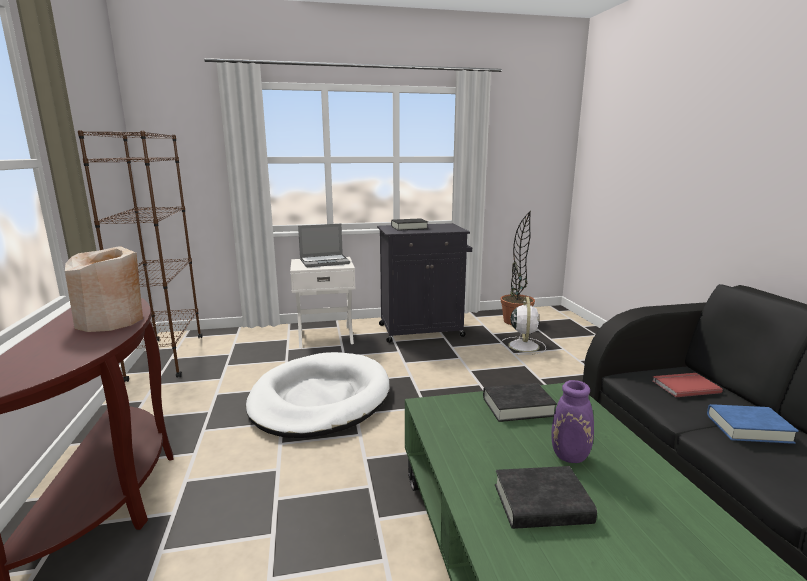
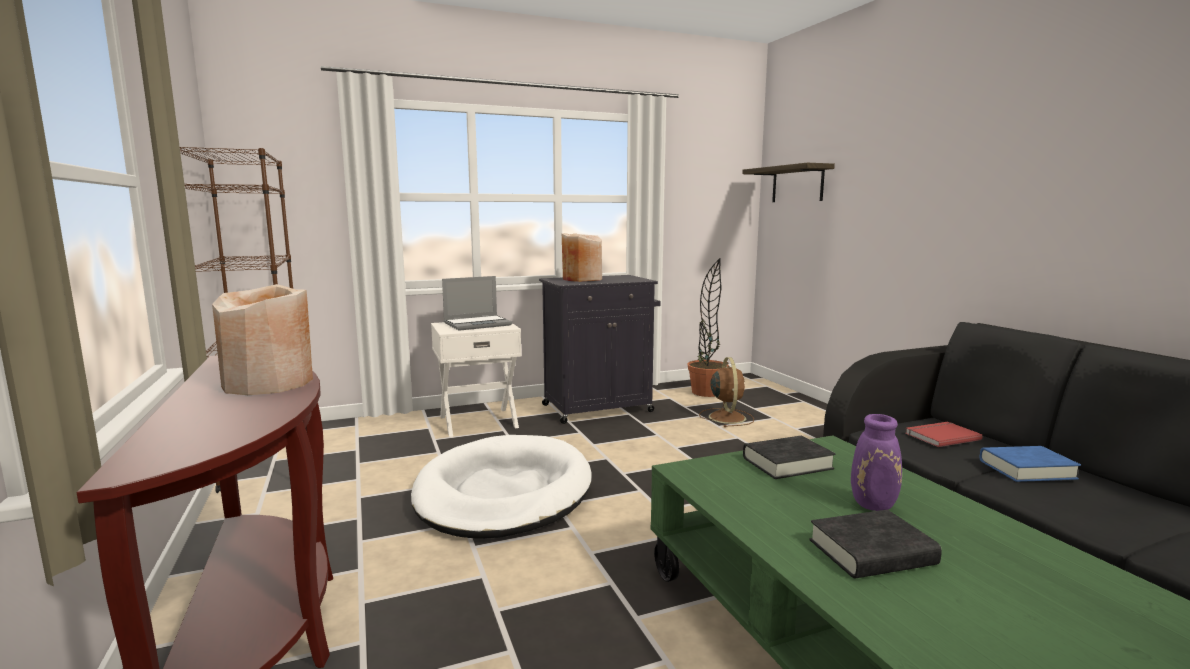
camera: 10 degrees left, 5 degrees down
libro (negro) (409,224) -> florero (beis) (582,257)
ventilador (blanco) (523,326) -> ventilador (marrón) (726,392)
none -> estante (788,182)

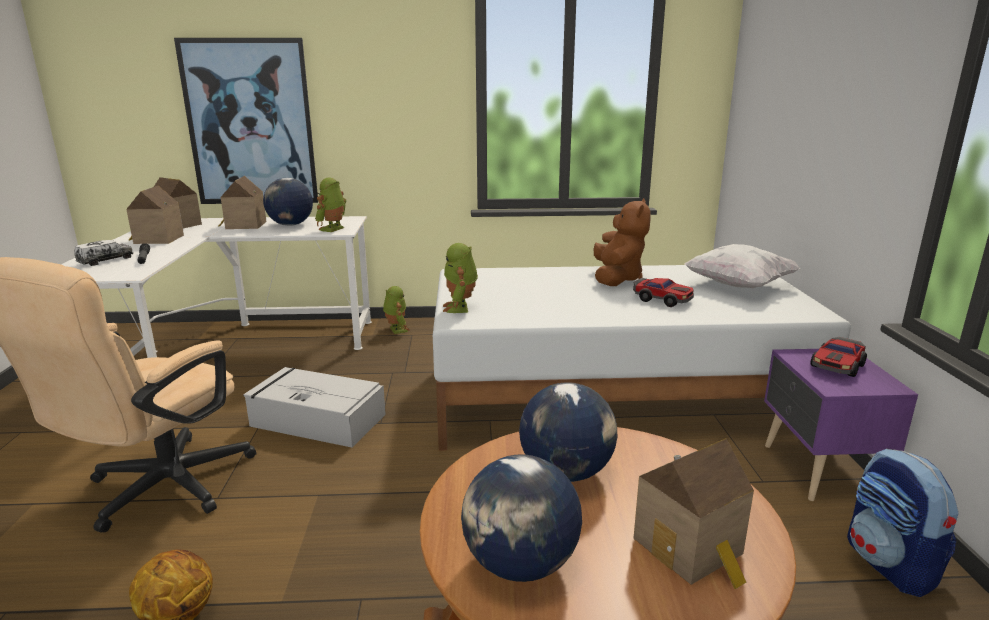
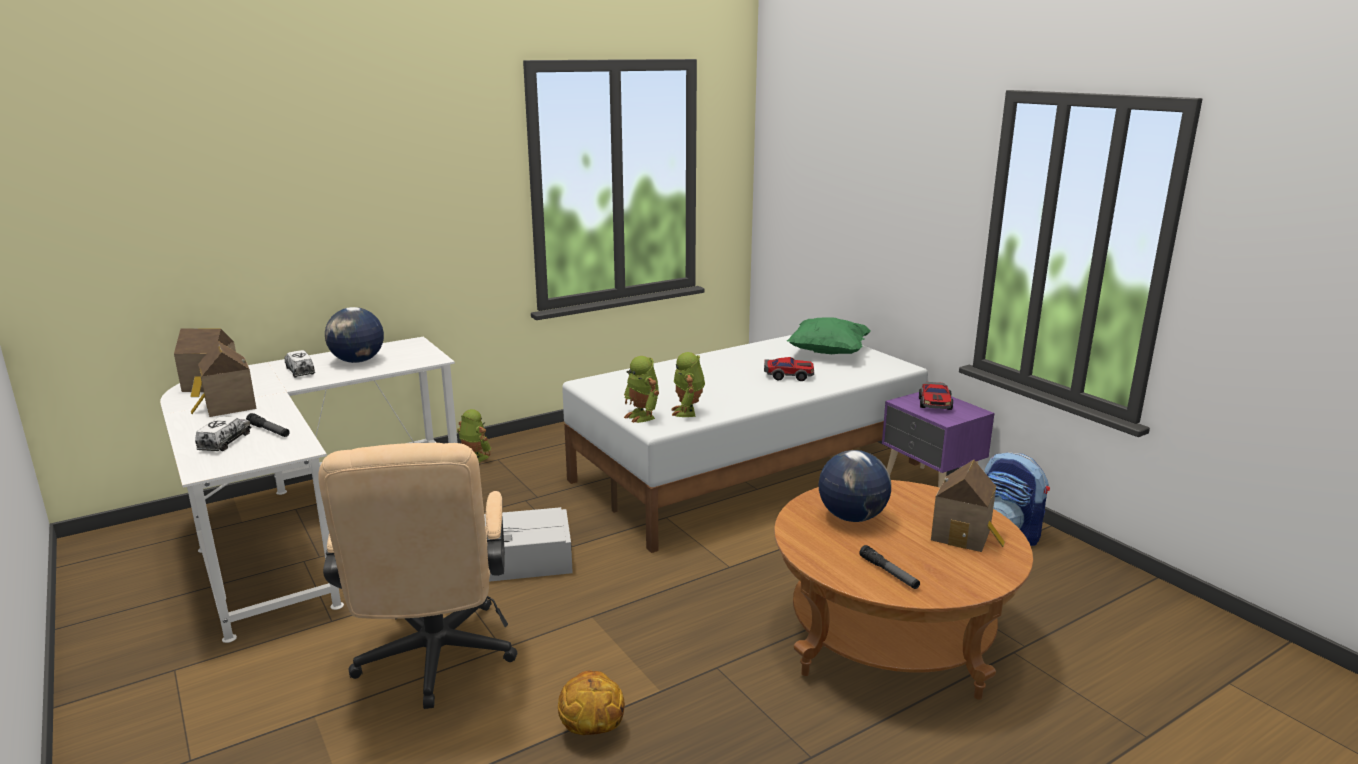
camera: 30 degrees left, 0 degrees up
cuadro (246,121) -> none
casita (243,202) -> camión de juguete (299,364)
robot de juguete (330,205) -> robot de juguete (688,384), move
peluche (marrón) (622,242) -> none
cojín (blanco) (742,266) -> cojín (verde) (829,336)
globo terráqueo (521,518) -> linterna (889,567)

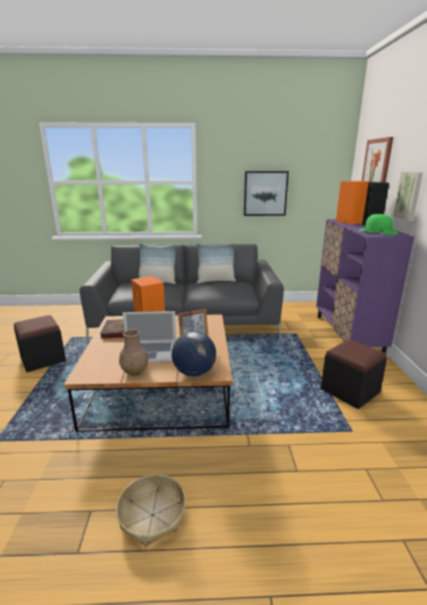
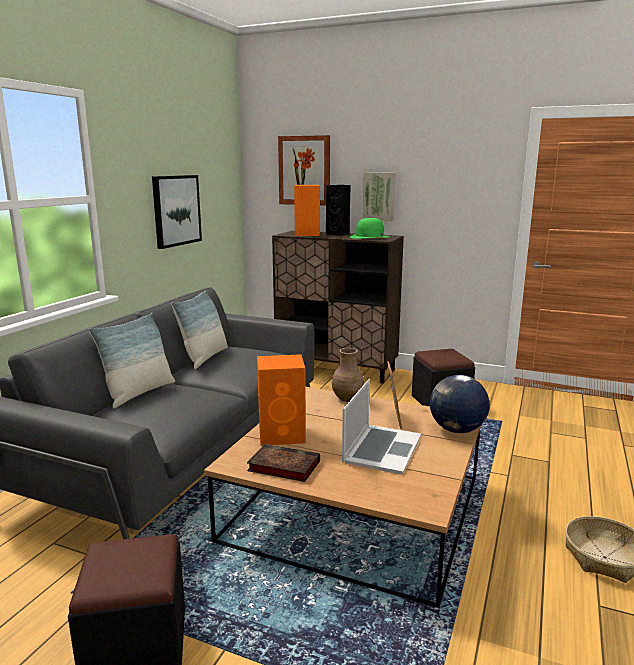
camera: 65 degrees left, 5 degrees down
armario (morado) (365,286) -> armario (marrón) (338,307)
florero (marrón) (133,352) -> florero (marrón) (348,375), move

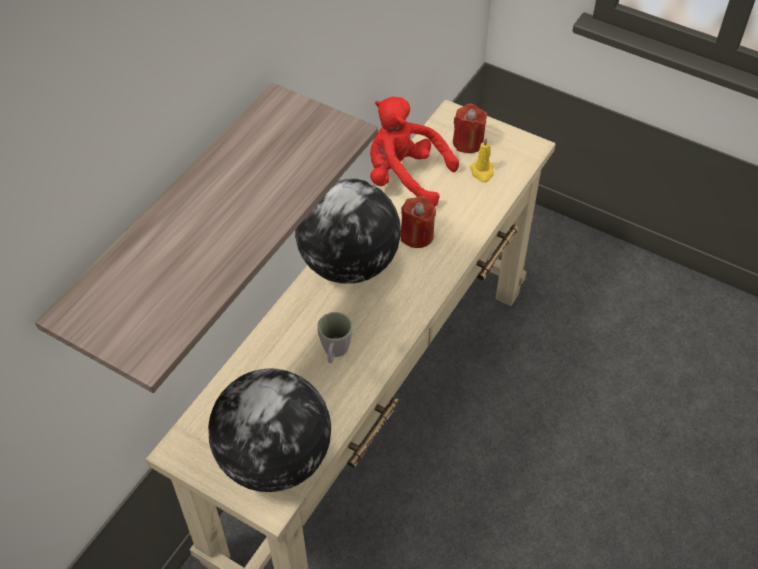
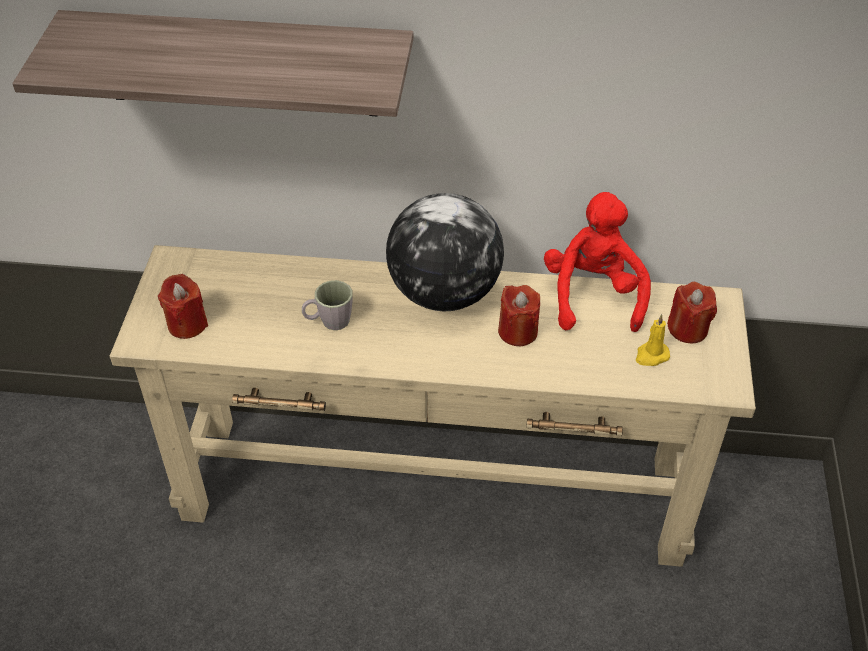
camera: 65 degrees right, 5 degrees down
globo terráqueo (269,430) -> vela (rojo) (183,306)

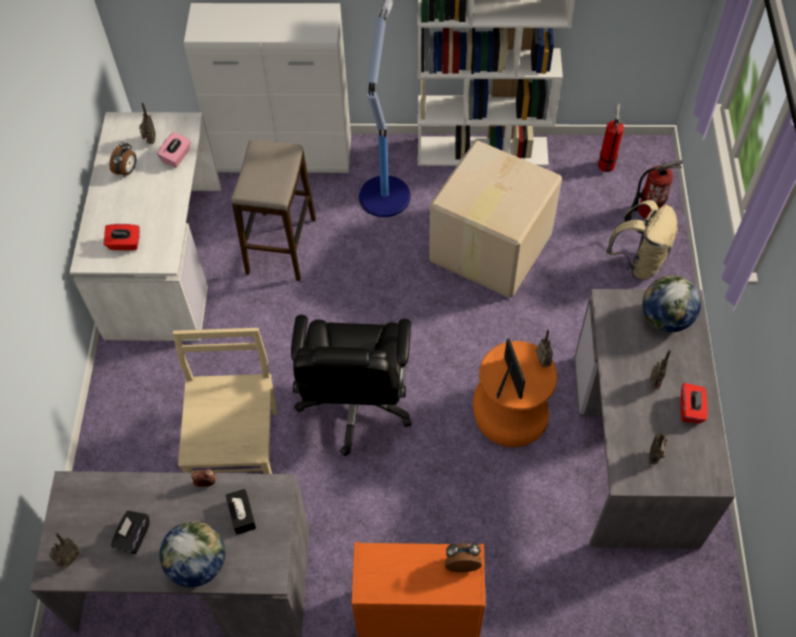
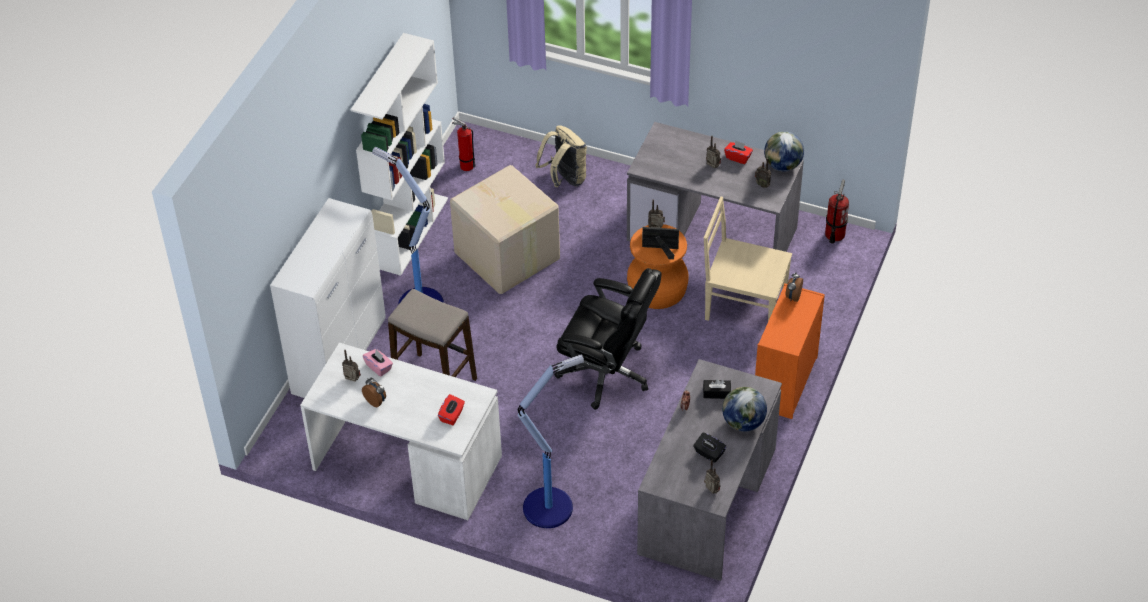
camera: 70 degrees left, 10 degrees down
extintor (657,189) -> extintor (837,211), move
globo terráqueo (671,303) -> globo terráqueo (784,151), move
silla (beis) (225,401) -> silla (beis) (748,259), move
none -> lámpara de pie (551,441)

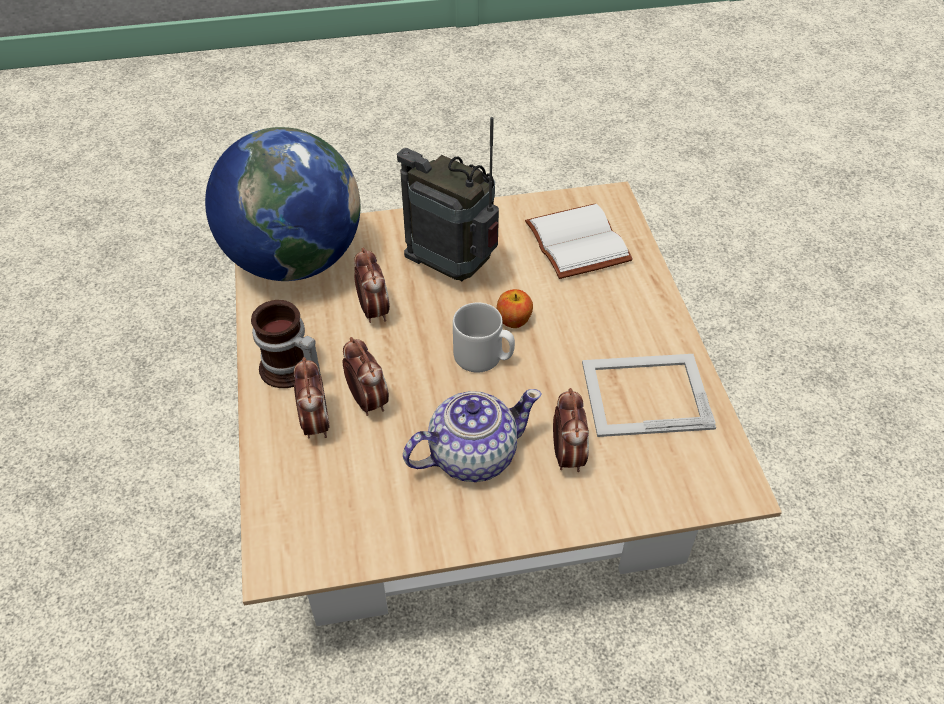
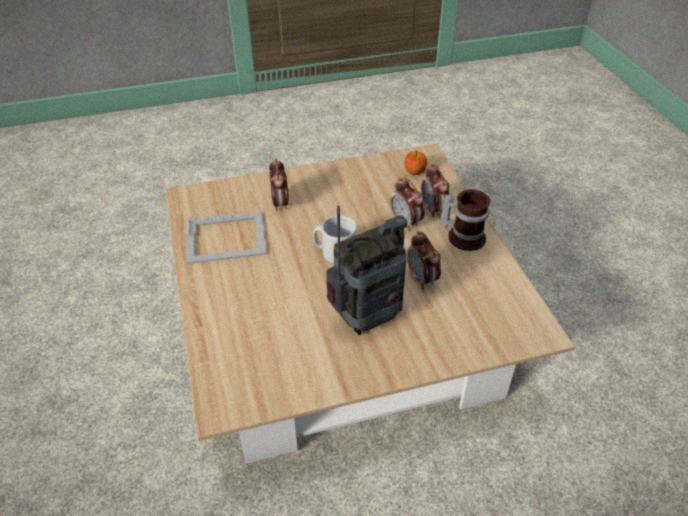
camera: 175 degrees right, 5 degrees down
radio (448,199) -> radio (367,270), 60 degrees counterclockwise
globo terráqueo (282,204) -> none
libro (blanco) (579,241) -> none
manzana (515,308) -> manzana (416,162), move
tetera (472,435) -> none

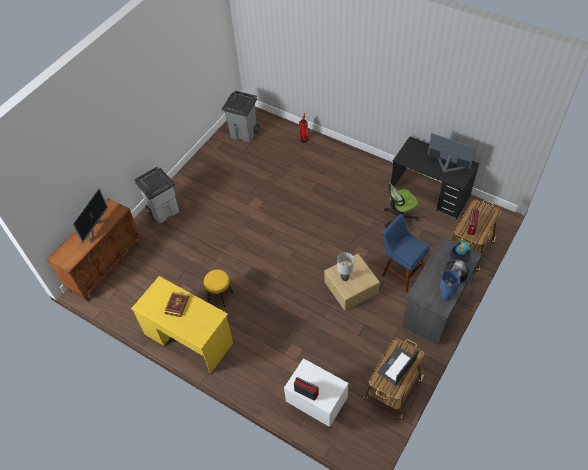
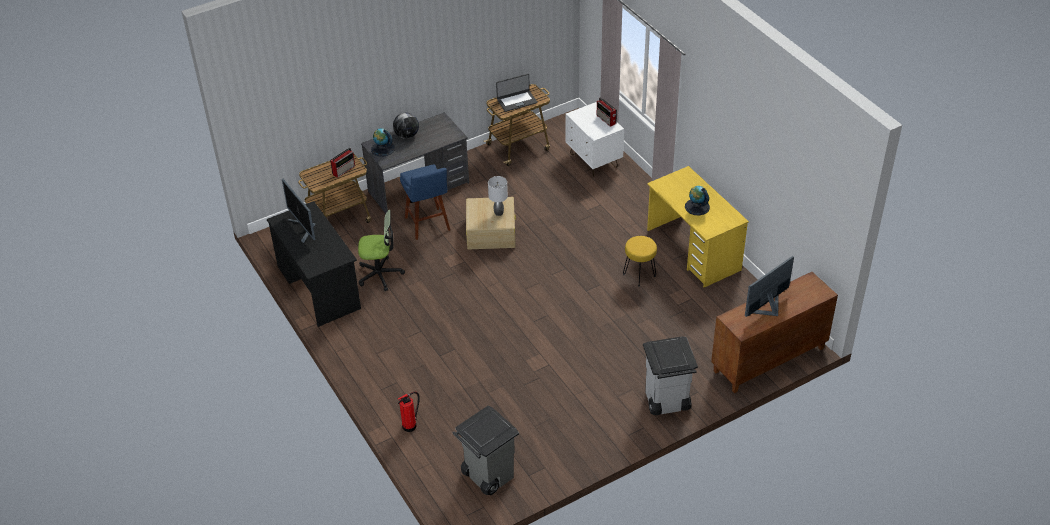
camera: 155 degrees left, 10 degrees down
lámpara de mesa (azul) (450,285) -> none
libro (176,304) -> globo terráqueo (697,200)

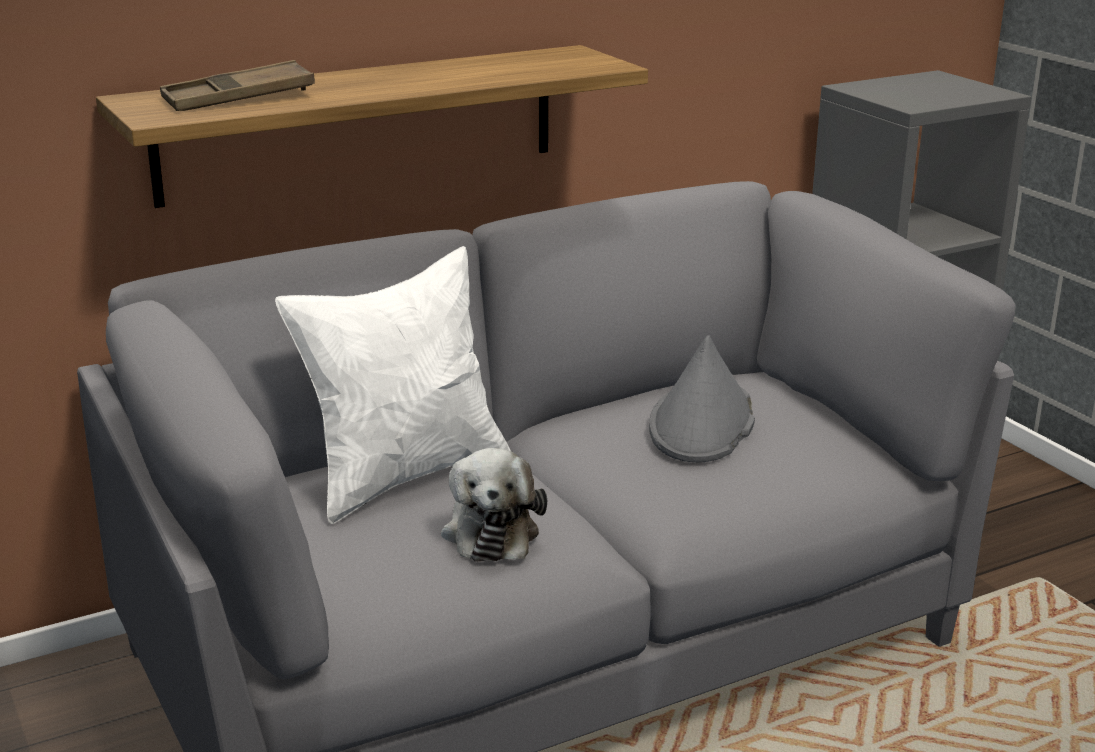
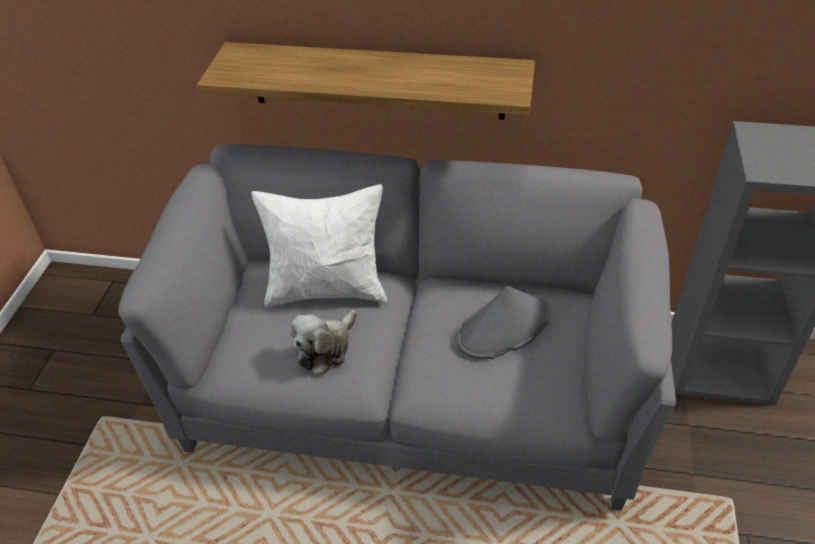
camera: 40 degrees right, 20 degrees up
bandeja (marrón) (237,85) -> none

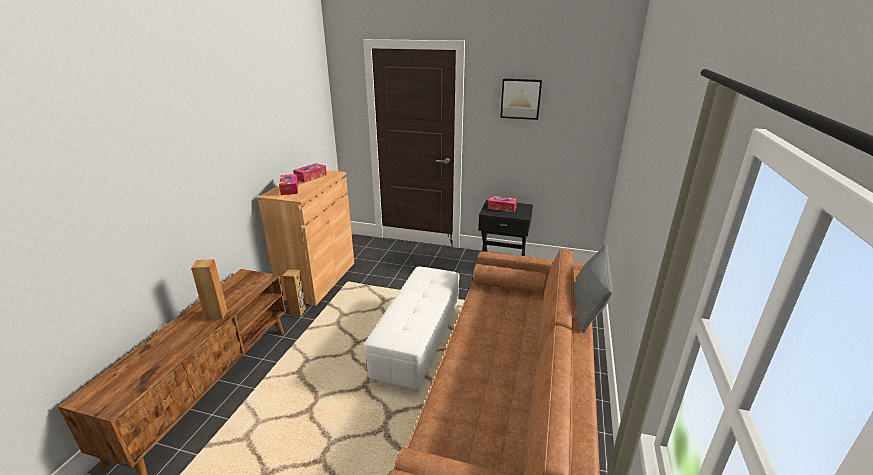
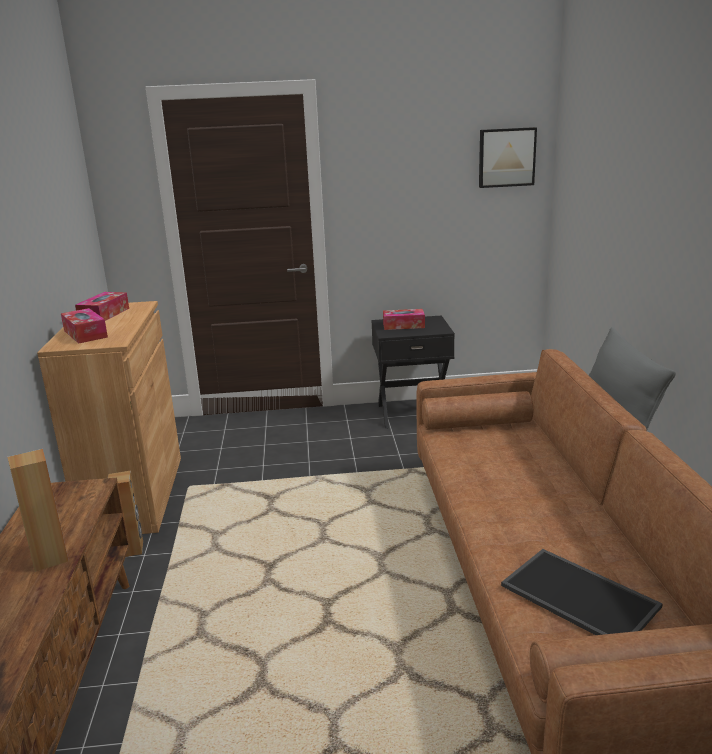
camera: 20 degrees left, 5 degrees down
cuadro (521,99) -> cuadro (508,157), move
puf (blanco) (411,329) -> none
none -> bandeja (582,592)

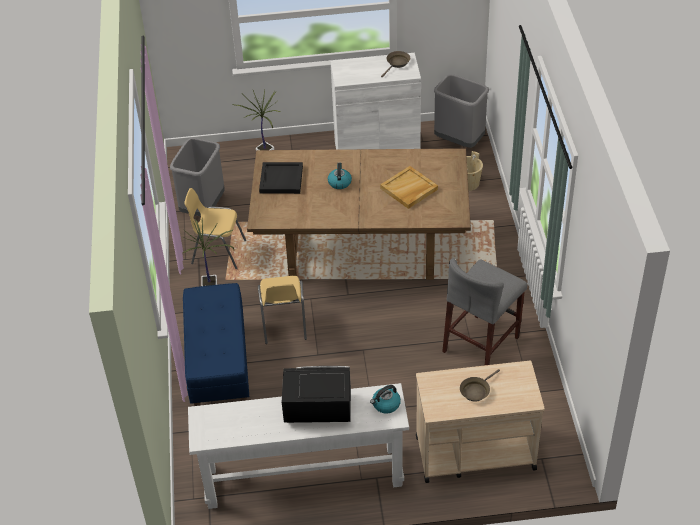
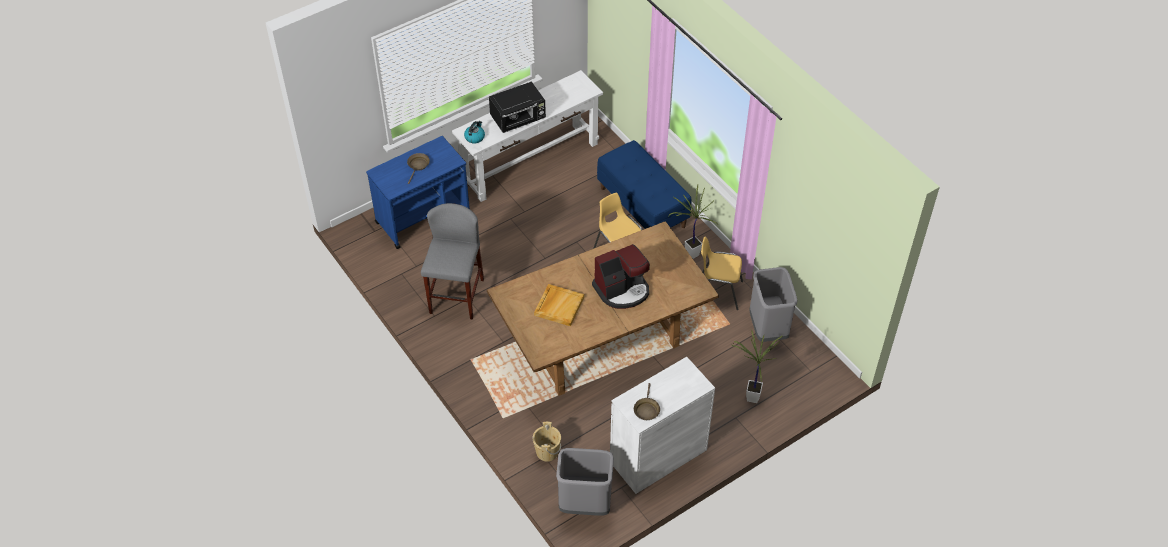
camera: 150 degrees right, 5 degrees up
bandeja (negro) (281,178) -> none
hervidor (340,175) -> cafetera (621,276)
silla (amarillo) (215,228) -> silla (amarillo) (722,273), 150 degrees counterclockwise
carrito (beis) (480,422) -> carrito (azul) (418,192)

